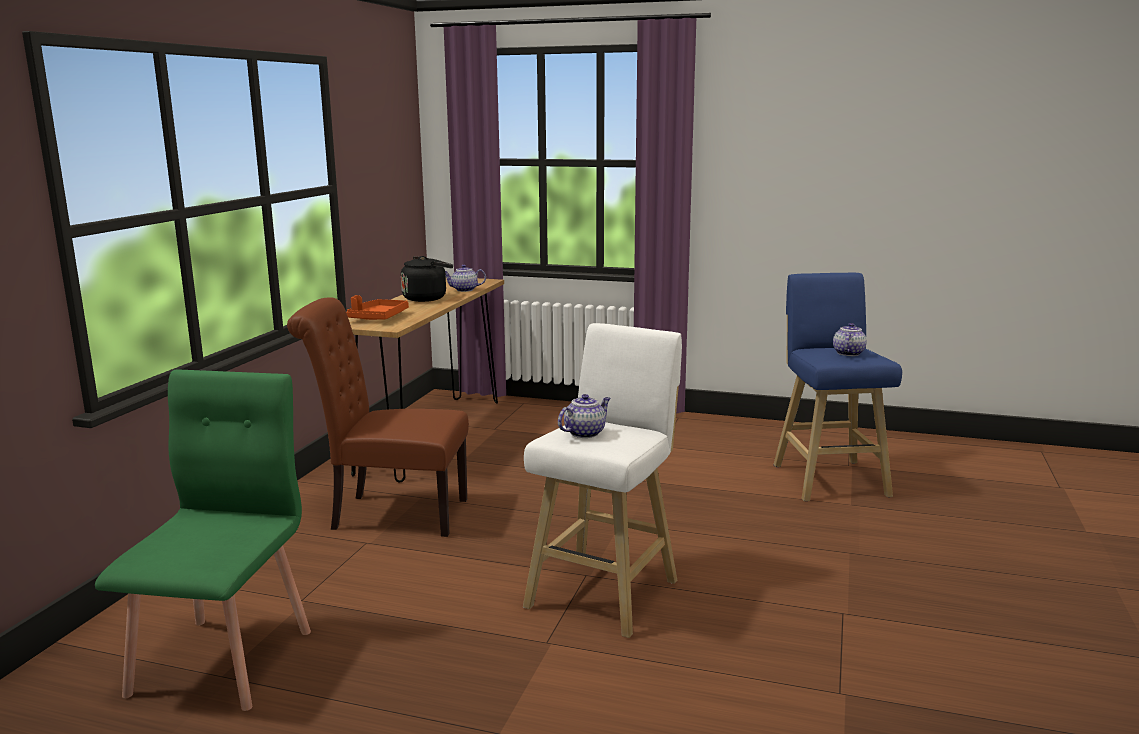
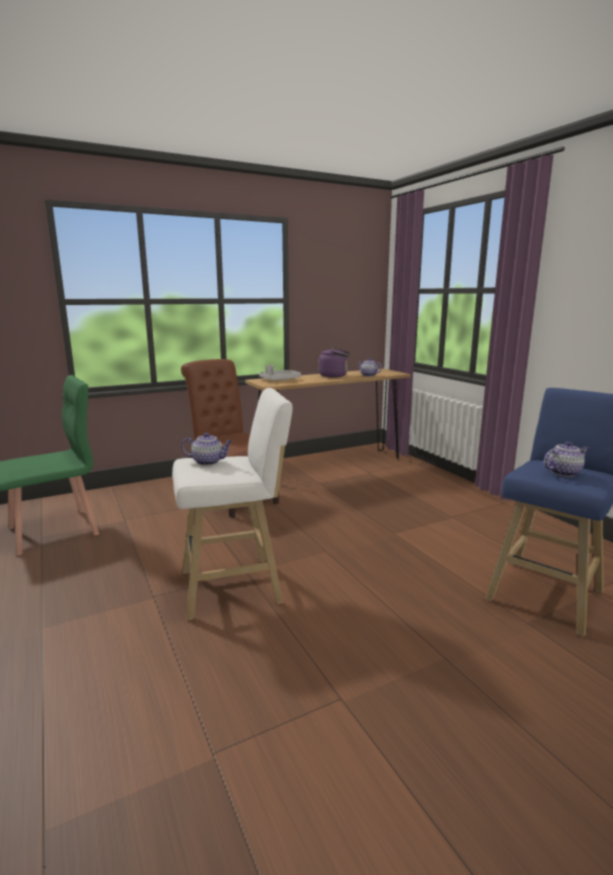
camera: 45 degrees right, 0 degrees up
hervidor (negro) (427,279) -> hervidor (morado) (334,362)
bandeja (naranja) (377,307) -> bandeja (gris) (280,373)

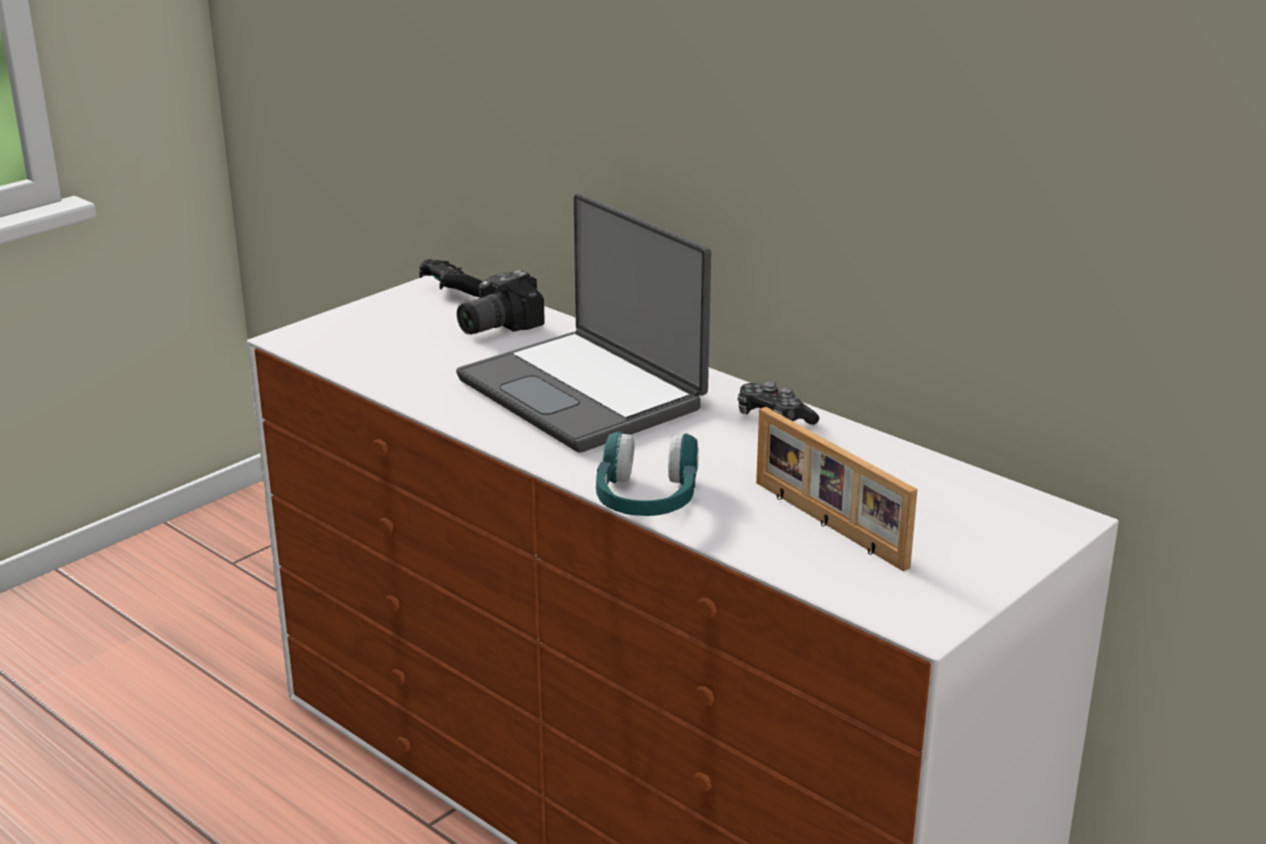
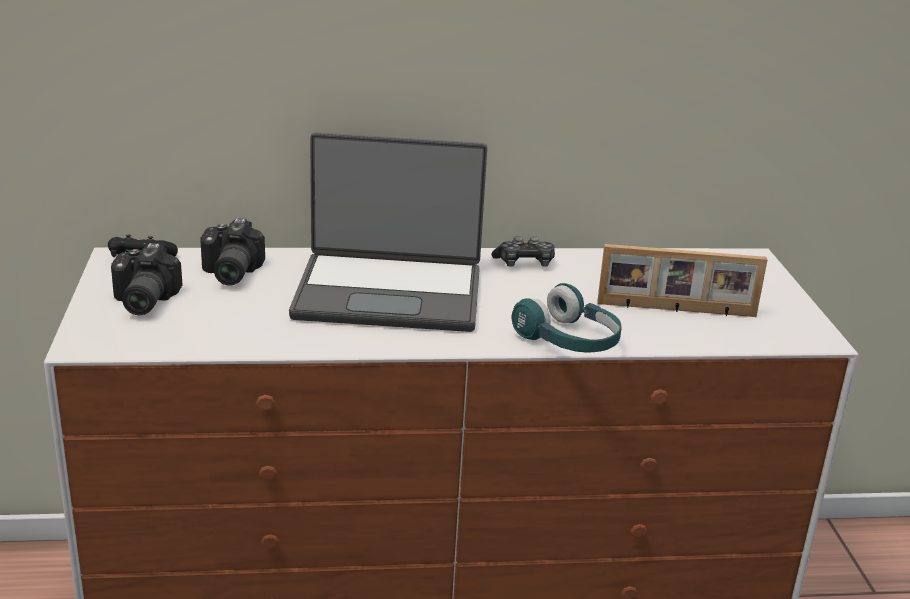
camera: 50 degrees left, 0 degrees up
none -> cámara (146,279)

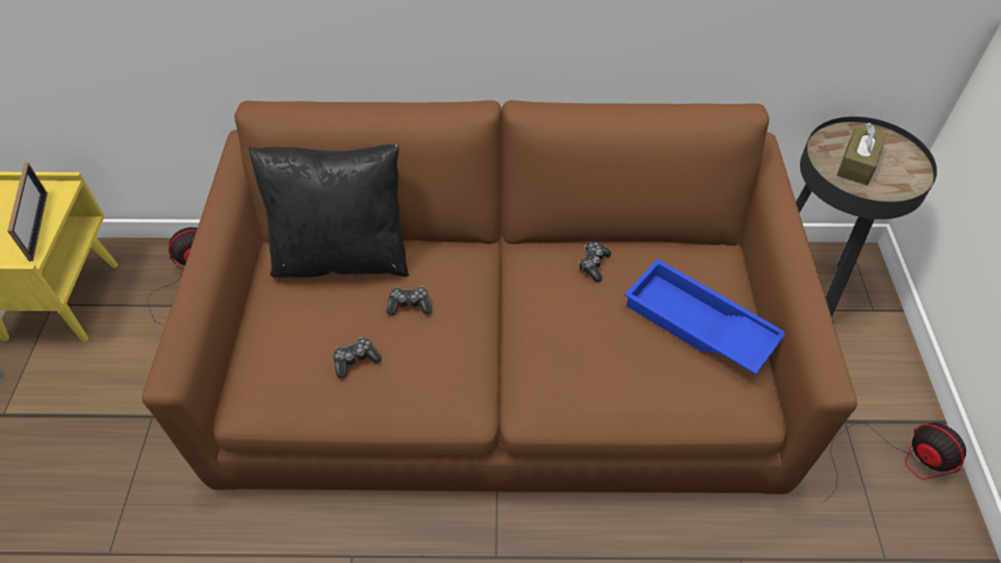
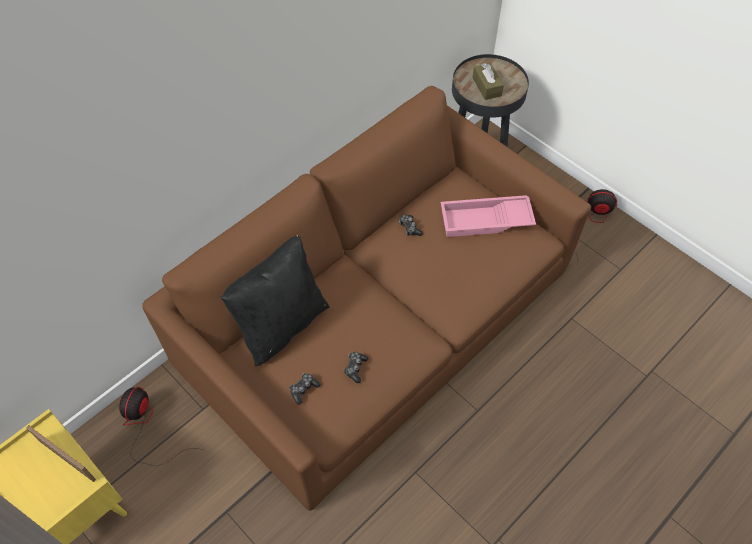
camera: 45 degrees left, 5 degrees up
bandeja (azul) (704,317) -> bandeja (rosa) (488,216)
mando de consola (409,300) -> mando de consola (305,389), move

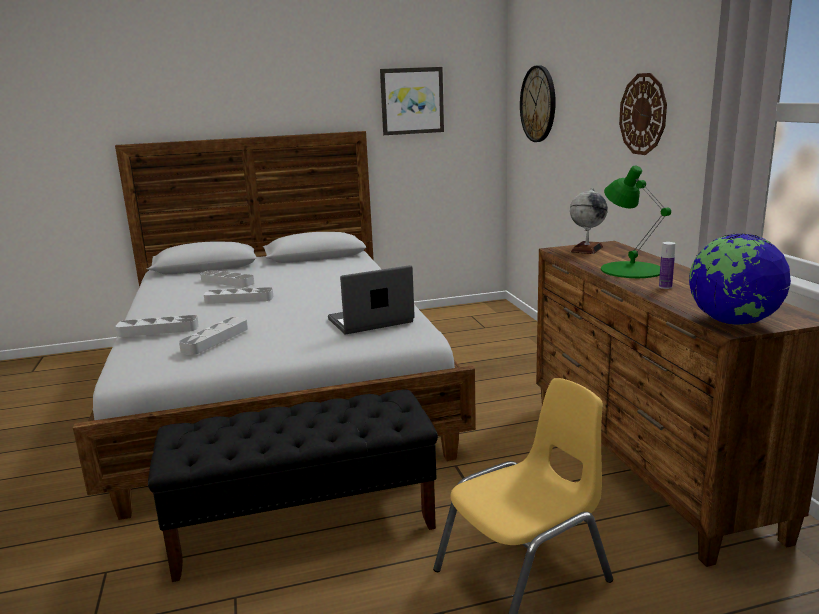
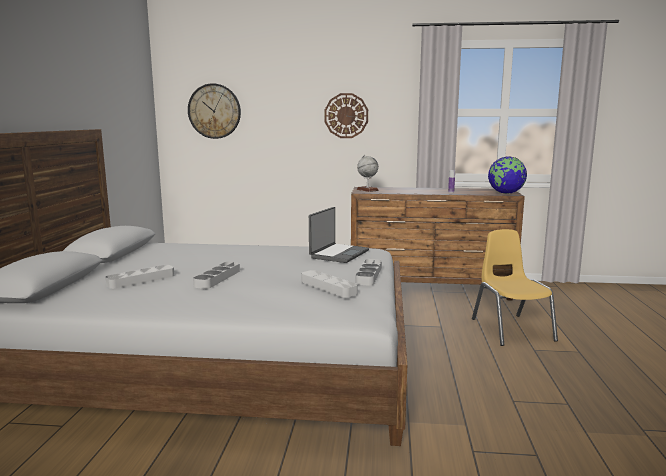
camera: 70 degrees left, 5 degrees down
cuadro (412,101) -> none
lámpara de mesa (verde) (636,222) -> none
portátil (371,299) -> portátil (339,235), 150 degrees counterclockwise
bandeja (gris) (157,326) -> bandeja (gris) (369,272), move
banco (negro) (293,486) -> none

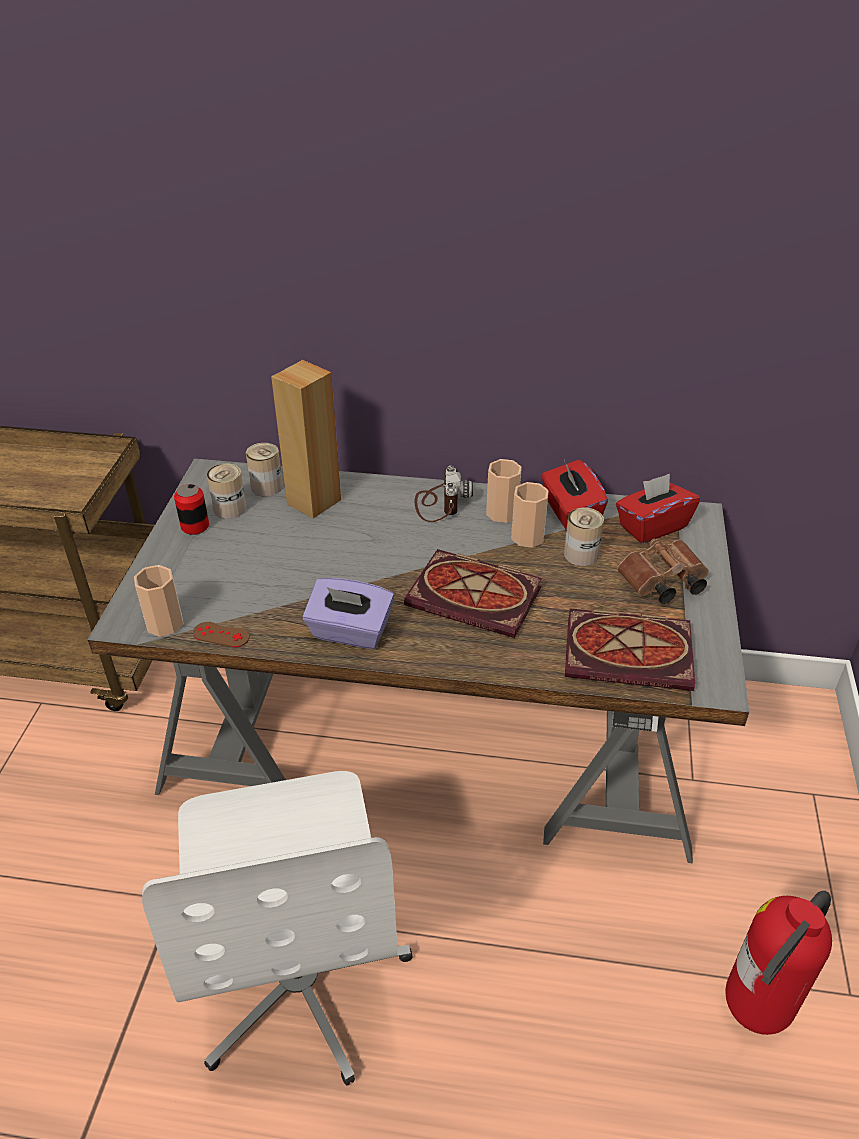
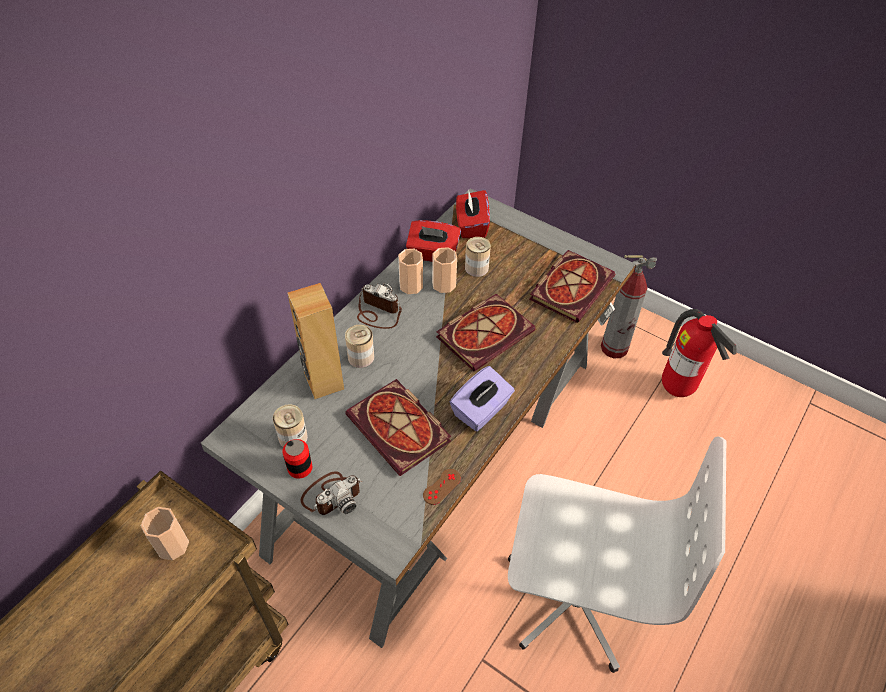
camera: 65 degrees left, 10 degrees up
lata (264,469) -> lata (359,346), move
prismáticos (marrón) (663,571) -> none
taza (159,601) -> taza (165,533), move
none -> extintor (629,306)
none -> libro (398,427)
none -> cámara (331,493)

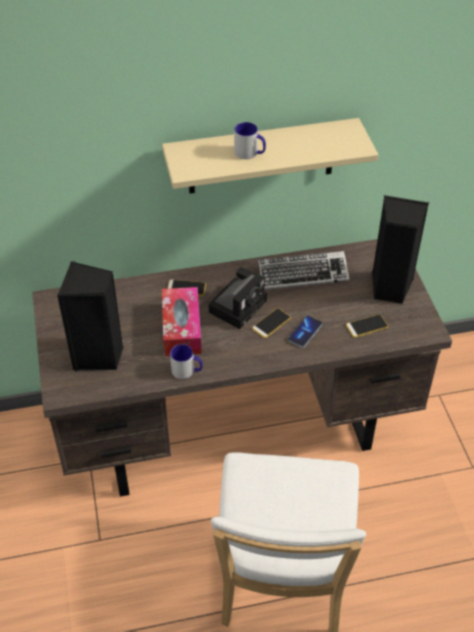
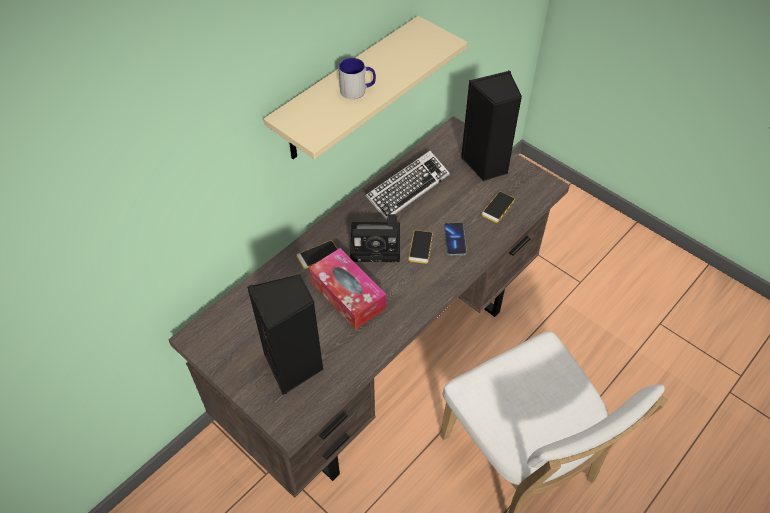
camera: 35 degrees left, 5 degrees up
cámara (237,298) -> cámara (375,238), 90 degrees clockwise
taza grande (186,361) -> none

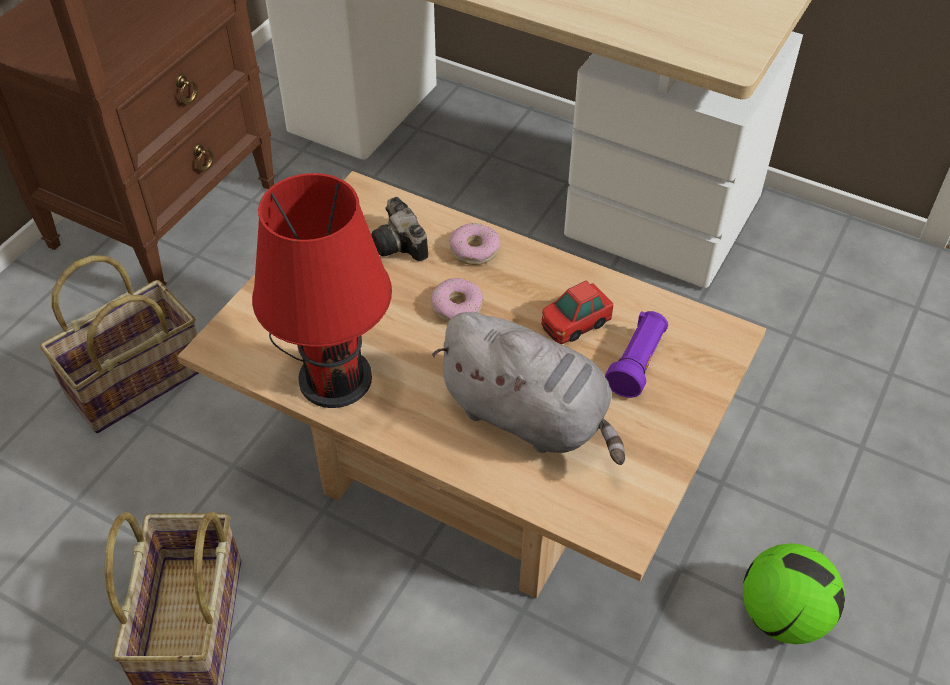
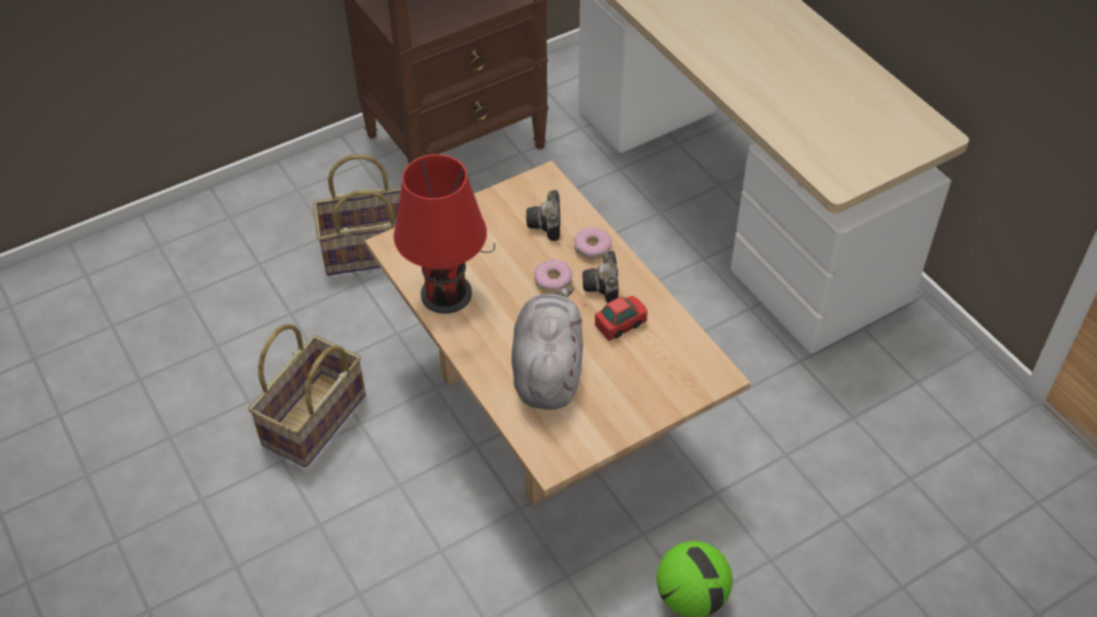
camera: 30 degrees right, 0 degrees up
coche de juguete (577,312) -> coche de juguete (621,318), 150 degrees clockwise
linterna (morado) (636,354) -> none
peluche (gris) (528,388) -> peluche (gris) (547,348), 150 degrees counterclockwise
none -> cámara (600,277)

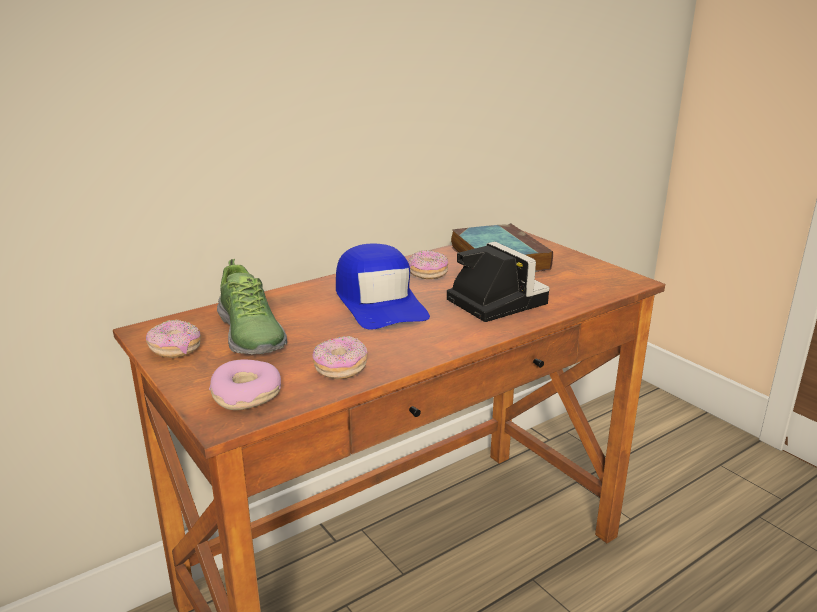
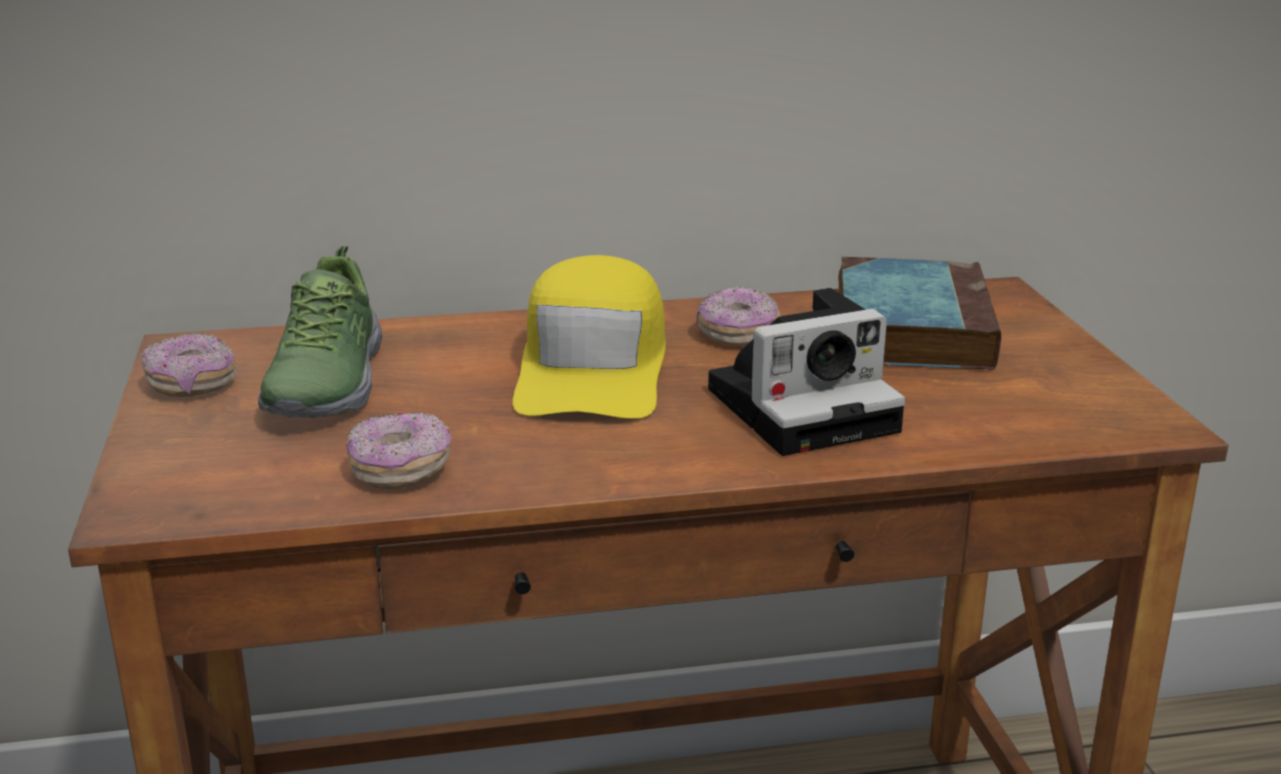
camera: 25 degrees right, 0 degrees up
cámara (498,282) -> cámara (806,372), 75 degrees clockwise
gorra (azul) (383,286) -> gorra (amarillo) (589,337)
rosquilla (245,384) -> none

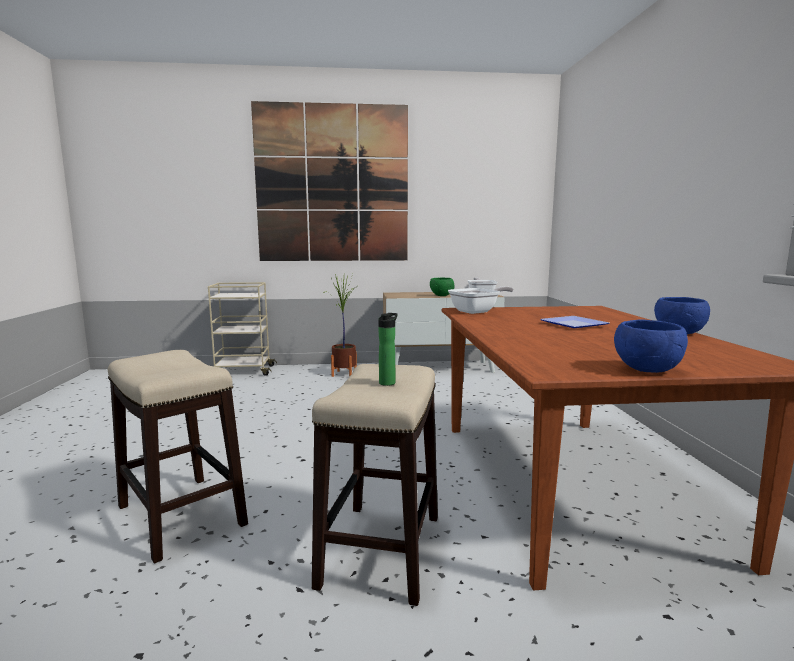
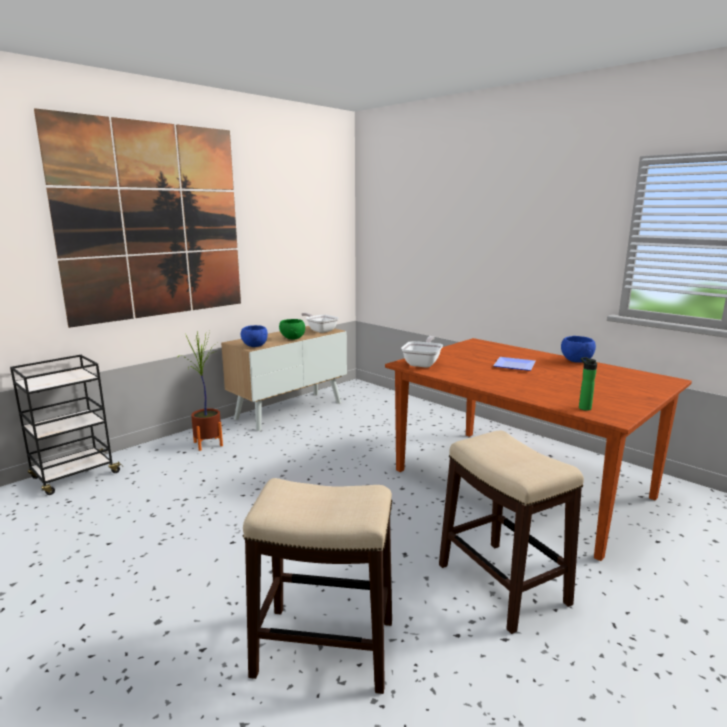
camera: 40 degrees left, 5 degrees up
carrito (beis) (242,329) -> carrito (negro) (66,425)
botella (388,349) -> botella (588,384), move
cuenco (azul) (651,346) -> cuenco (azul) (254,336), move

